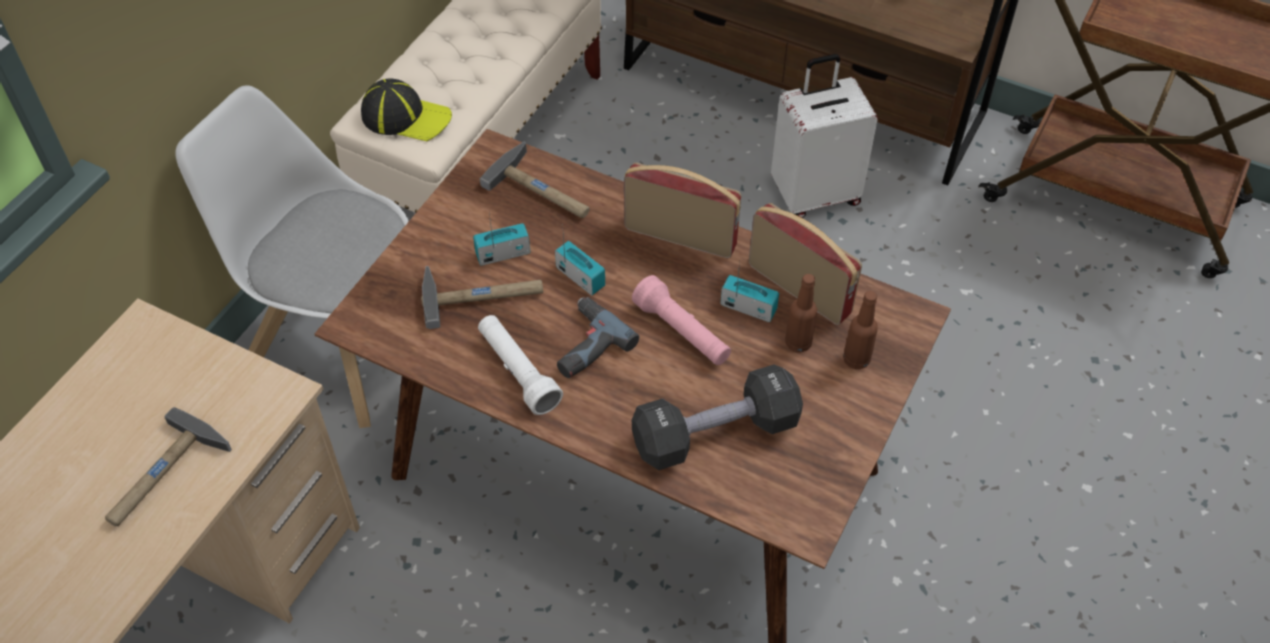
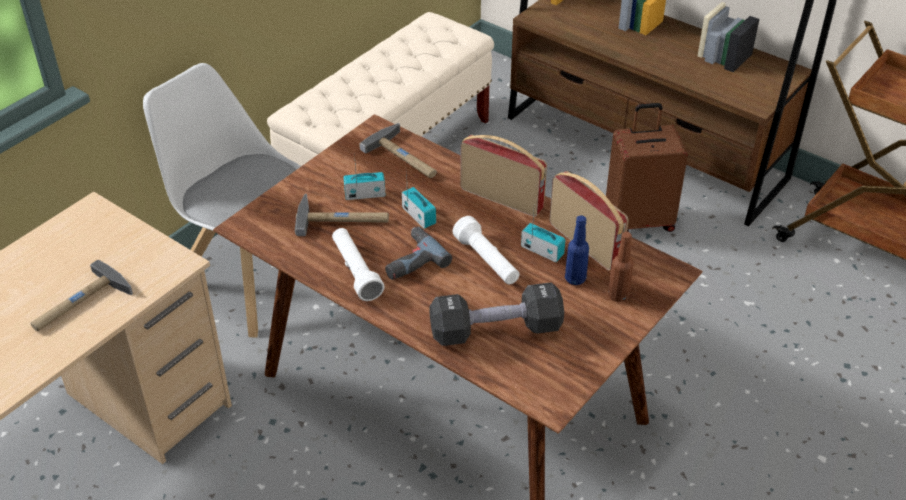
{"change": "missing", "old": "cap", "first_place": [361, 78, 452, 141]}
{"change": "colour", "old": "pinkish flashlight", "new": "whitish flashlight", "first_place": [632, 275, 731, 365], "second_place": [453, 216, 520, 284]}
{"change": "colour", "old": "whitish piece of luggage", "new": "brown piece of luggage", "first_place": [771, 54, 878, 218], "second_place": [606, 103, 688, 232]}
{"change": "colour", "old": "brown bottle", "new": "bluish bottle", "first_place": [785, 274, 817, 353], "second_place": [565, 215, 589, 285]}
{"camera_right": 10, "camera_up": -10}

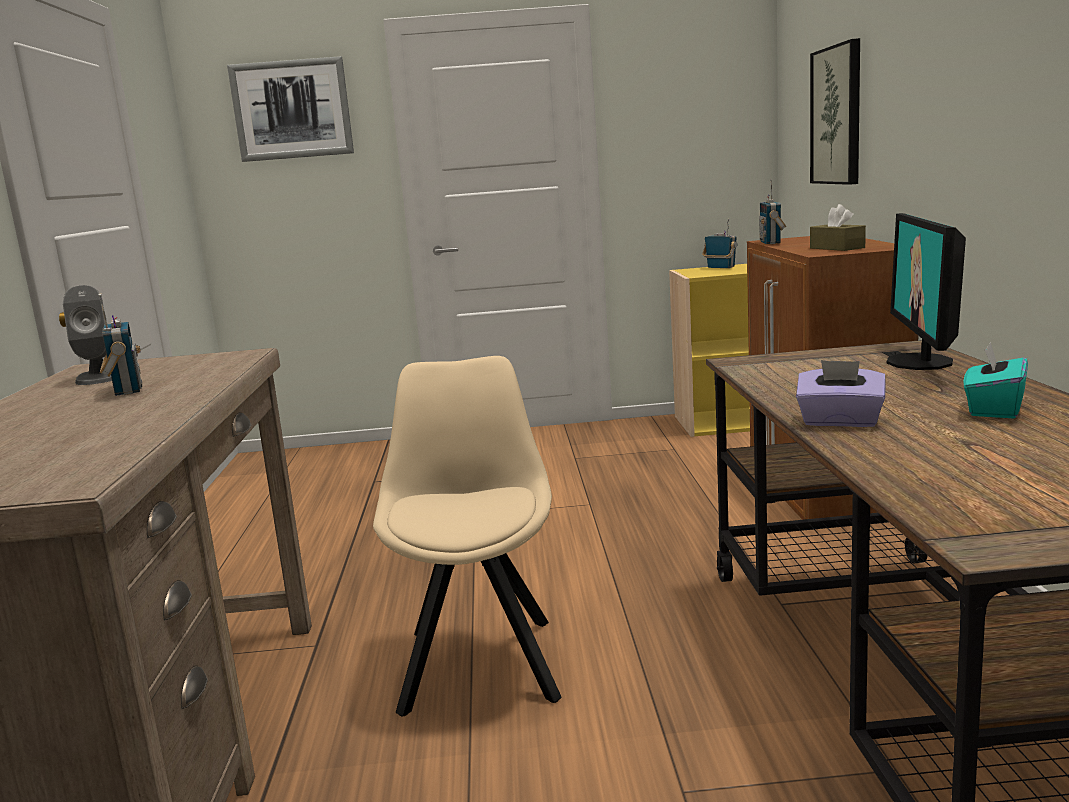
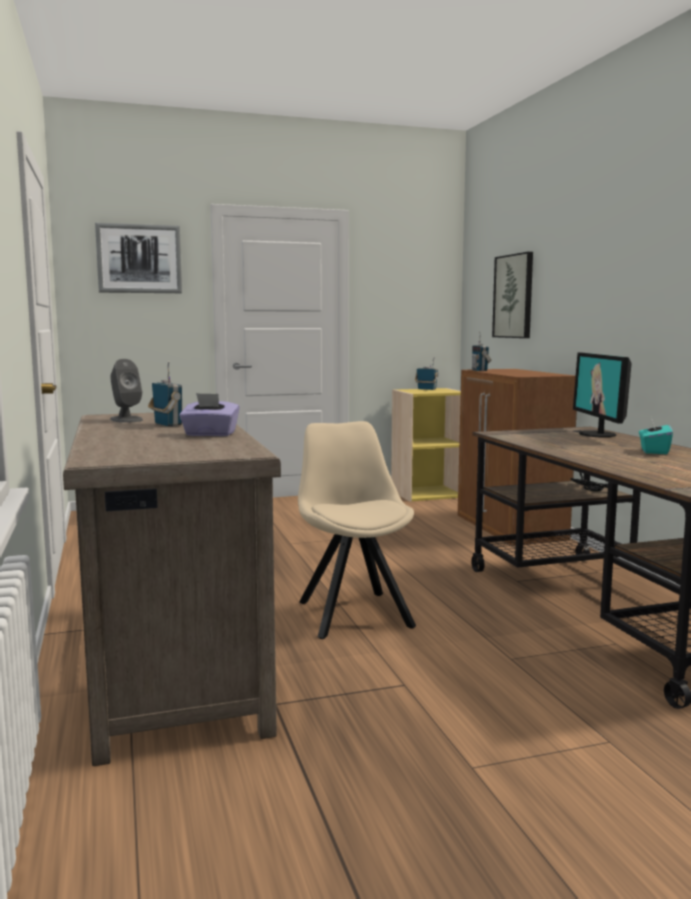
{"change": "relocated", "old": "purplish box of tissues", "first_place": [796, 360, 886, 427], "second_place": [179, 393, 240, 436]}
{"change": "missing", "old": "brown box of tissues", "first_place": [810, 204, 866, 251]}
{"camera_right": -15, "camera_up": -5}

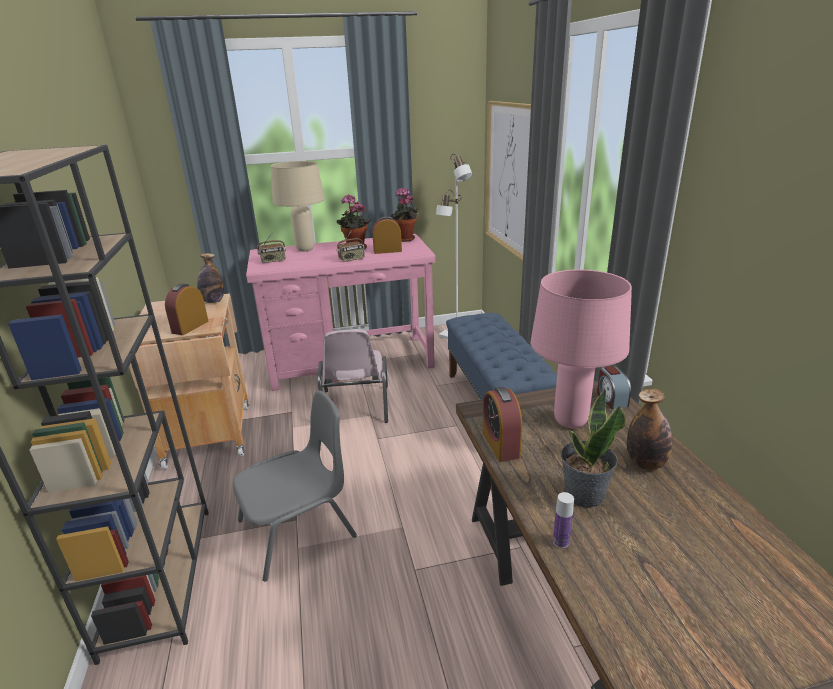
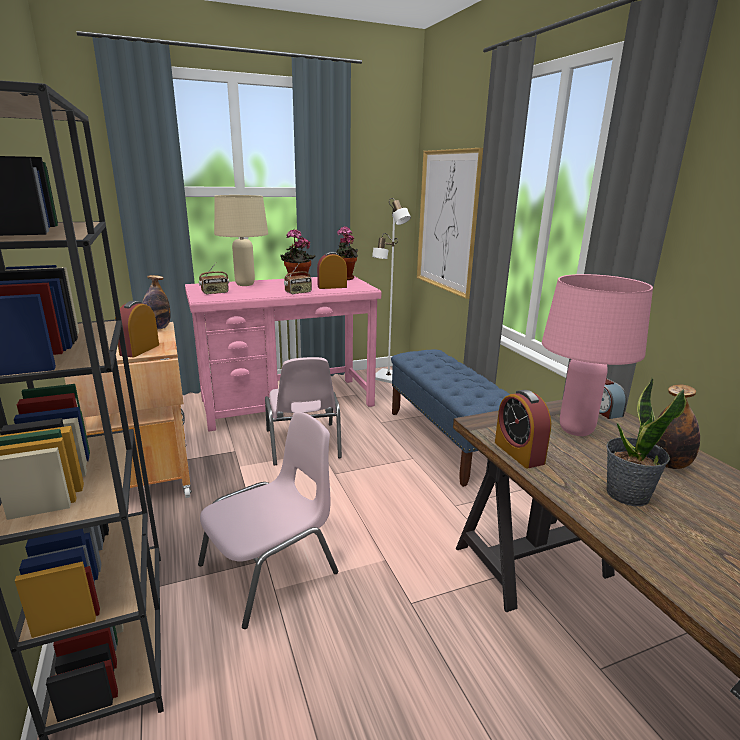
{"change": "colour", "old": "grey upright chair", "new": "pinkish upright chair", "first_place": [233, 391, 357, 582], "second_place": [198, 412, 338, 629]}
{"change": "missing", "old": "bottle", "first_place": [553, 492, 574, 548]}
{"camera_right": -10, "camera_up": -5}

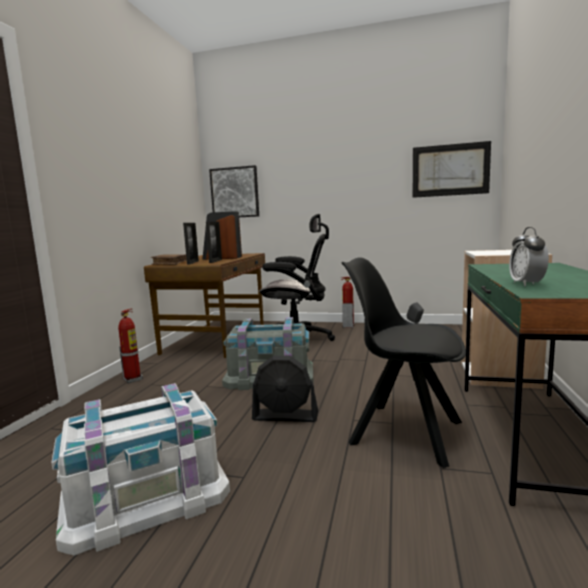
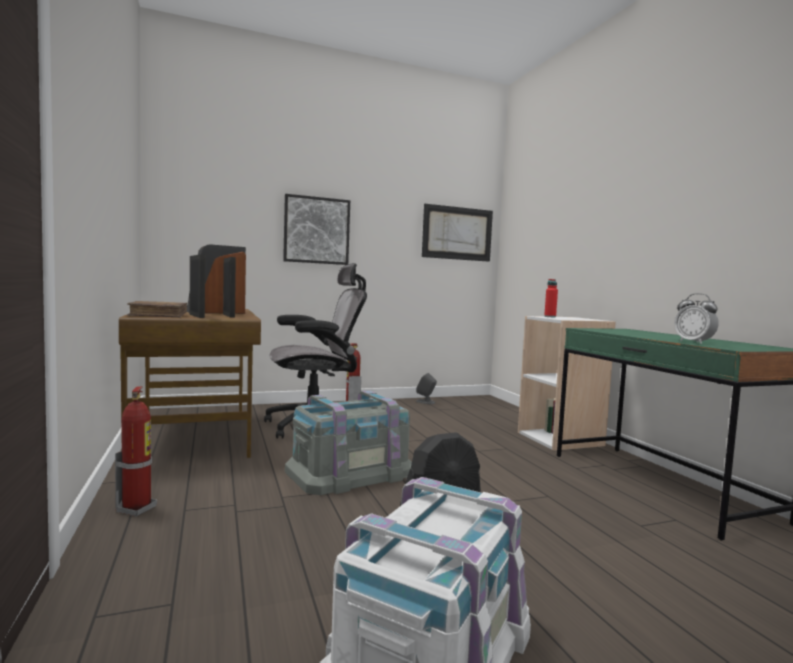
{"change": "relocated", "old": "wall picture", "first_place": [209, 165, 259, 217], "second_place": [283, 194, 350, 265]}
{"change": "missing", "old": "blackish upright chair", "first_place": [342, 257, 466, 468]}
{"change": "appeared", "new": "red bottle", "second_place": [544, 279, 558, 317]}
{"camera_right": -35, "camera_up": -5}

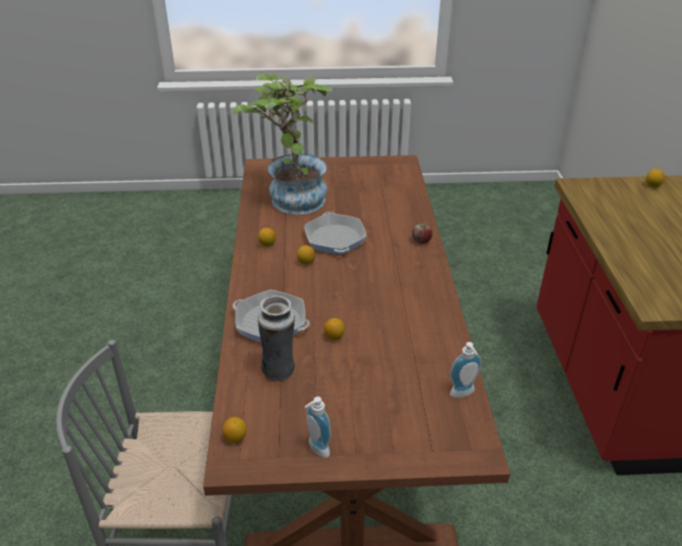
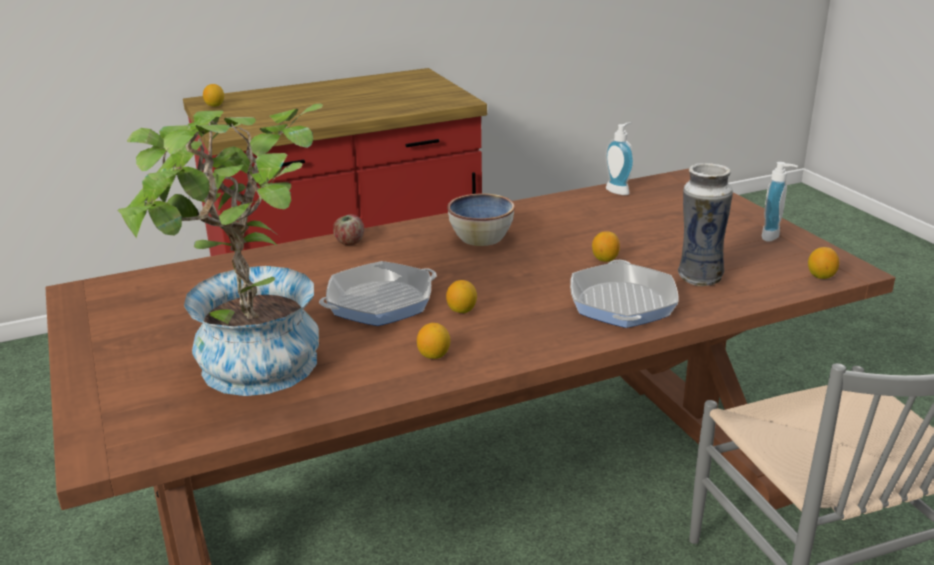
{"change": "appeared", "new": "serving bowl", "second_place": [447, 194, 515, 246]}
{"camera_right": -110, "camera_up": -10}

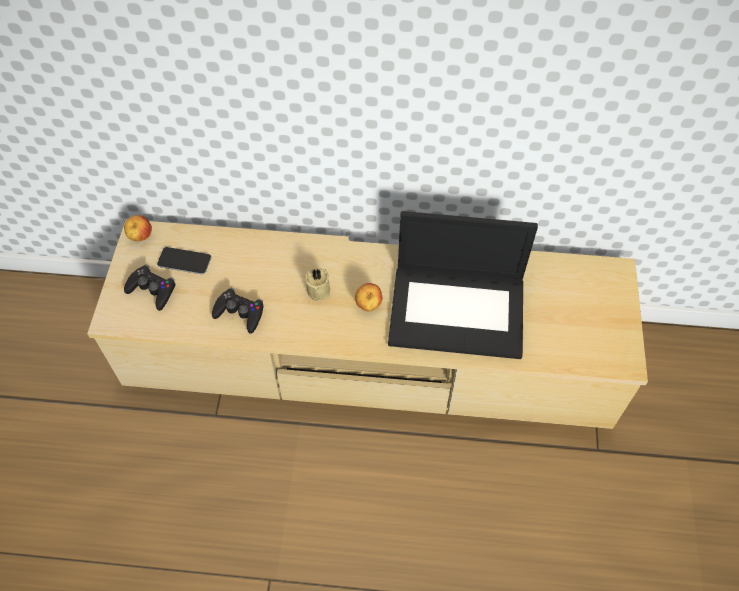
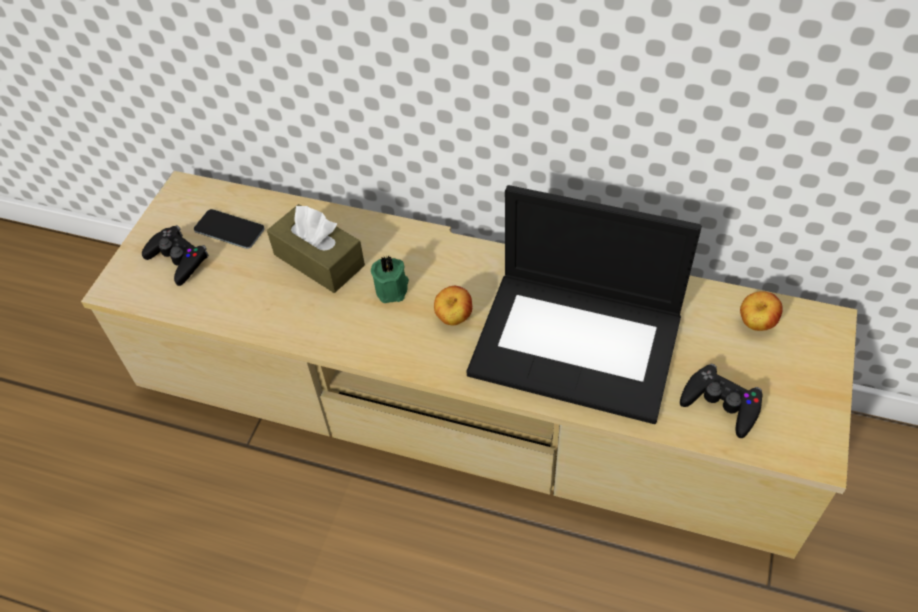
{"change": "relocated", "old": "apple fruit", "first_place": [124, 215, 152, 241], "second_place": [740, 291, 783, 331]}
{"change": "relocated", "old": "blackish game controller", "first_place": [212, 288, 264, 334], "second_place": [680, 364, 762, 438]}
{"change": "colour", "old": "beige candle", "new": "greenish candle", "first_place": [304, 268, 330, 301], "second_place": [371, 256, 409, 303]}
{"change": "appeared", "new": "brown box of tissues", "second_place": [267, 204, 365, 293]}
{"camera_right": 15, "camera_up": -5}

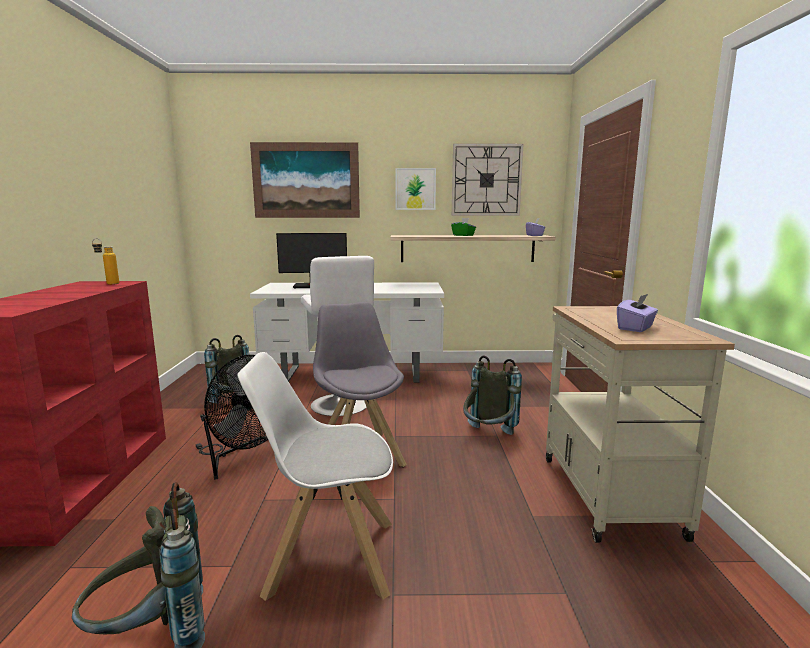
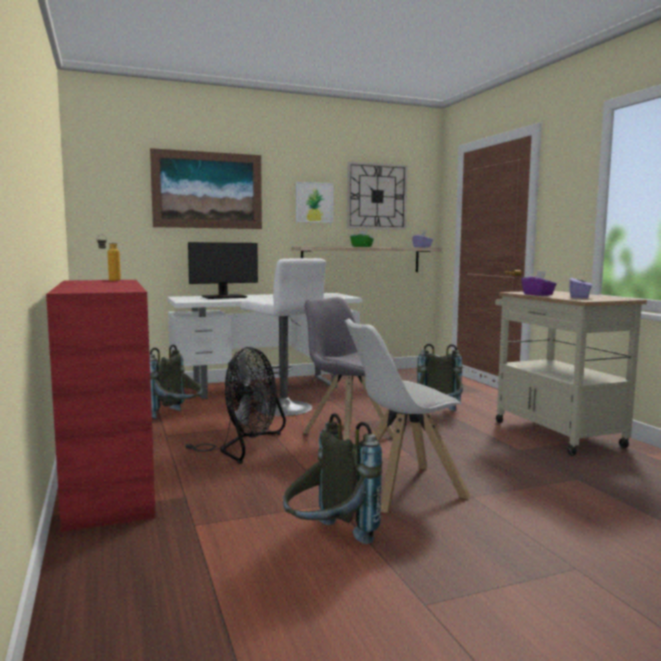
{"change": "appeared", "new": "purplish box of tissues", "second_place": [521, 271, 557, 296]}
{"camera_right": -20, "camera_up": -5}

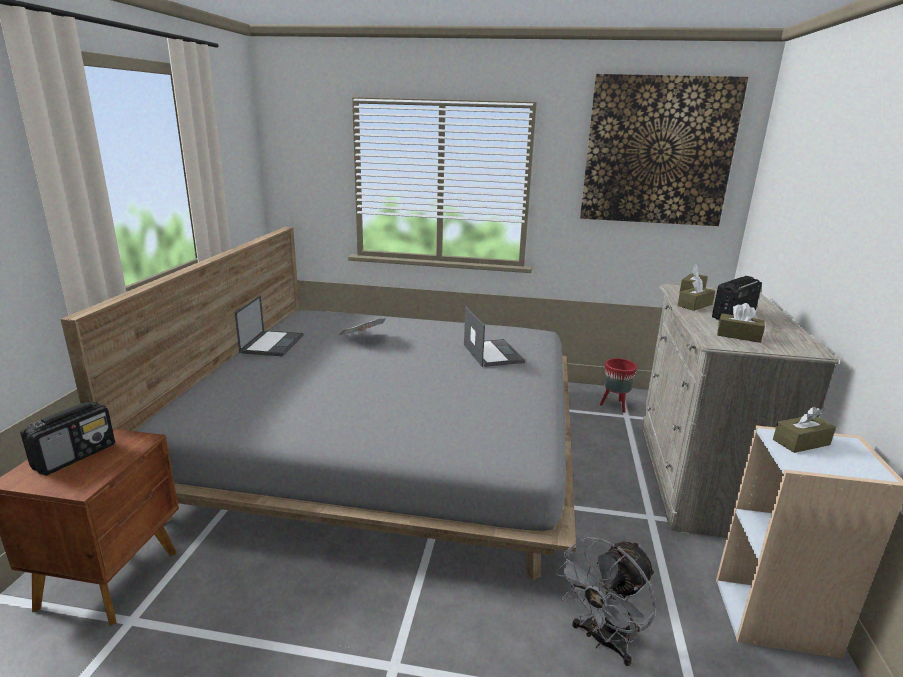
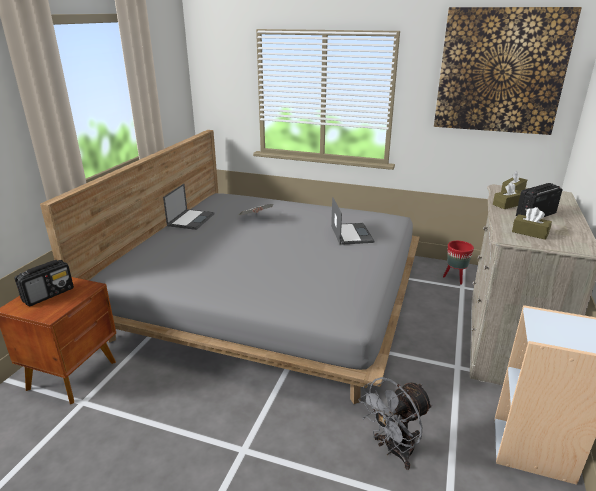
{"change": "missing", "old": "brown box of tissues", "first_place": [773, 407, 836, 453]}
{"camera_right": 10, "camera_up": 5}

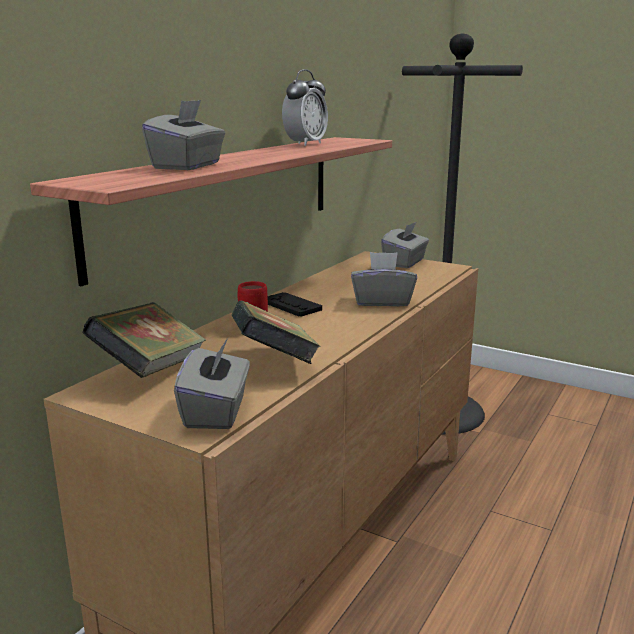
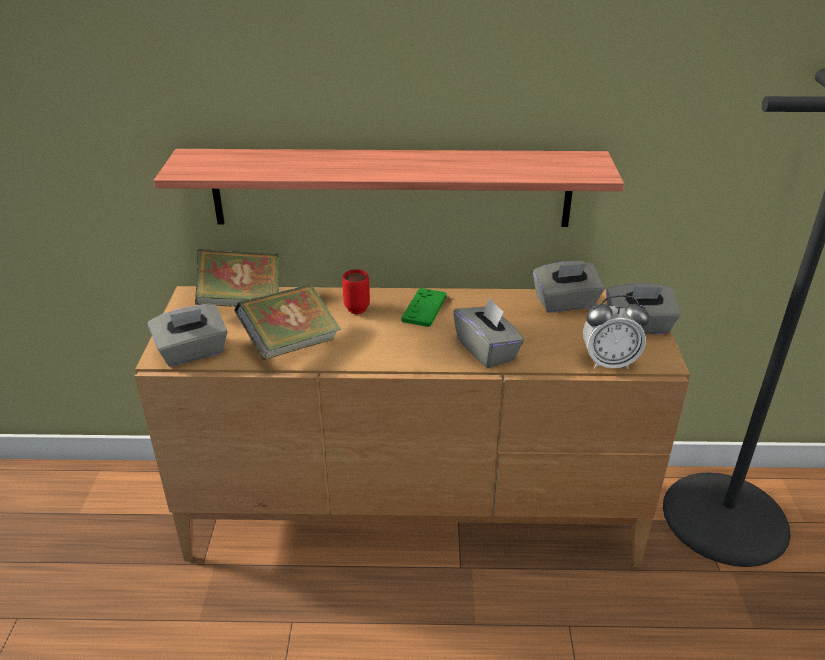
{"change": "relocated", "old": "grey box of tissues", "first_place": [142, 100, 225, 170], "second_place": [533, 261, 605, 313]}
{"change": "colour", "old": "blackish game controller", "new": "greenish game controller", "first_place": [268, 292, 322, 317], "second_place": [402, 288, 447, 327]}
{"change": "relocated", "old": "bedside clock", "first_place": [282, 69, 328, 146], "second_place": [583, 295, 649, 369]}
{"camera_right": 60, "camera_up": 15}

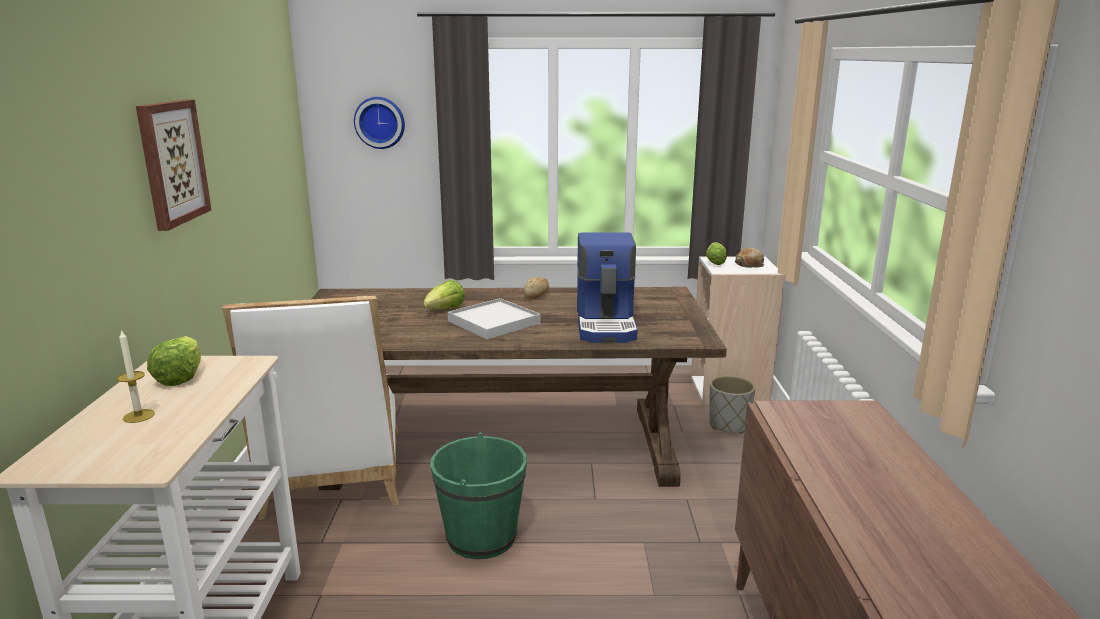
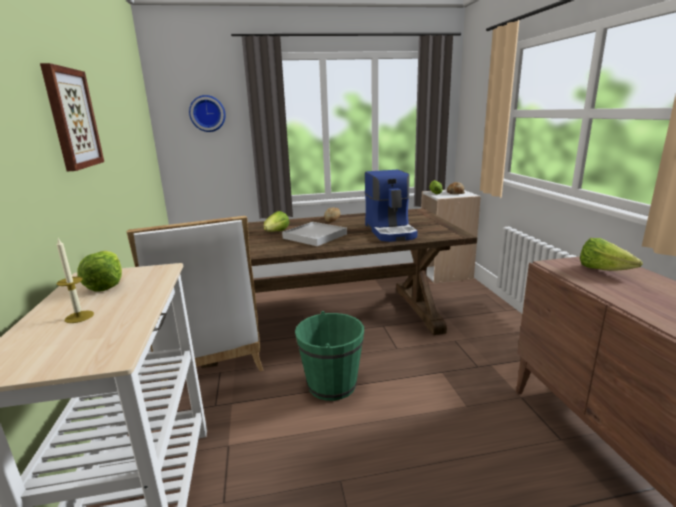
{"change": "missing", "old": "grey planter", "first_place": [709, 376, 756, 434]}
{"change": "appeared", "new": "lettuce", "second_place": [580, 238, 643, 271]}
{"camera_right": -10, "camera_up": 0}

